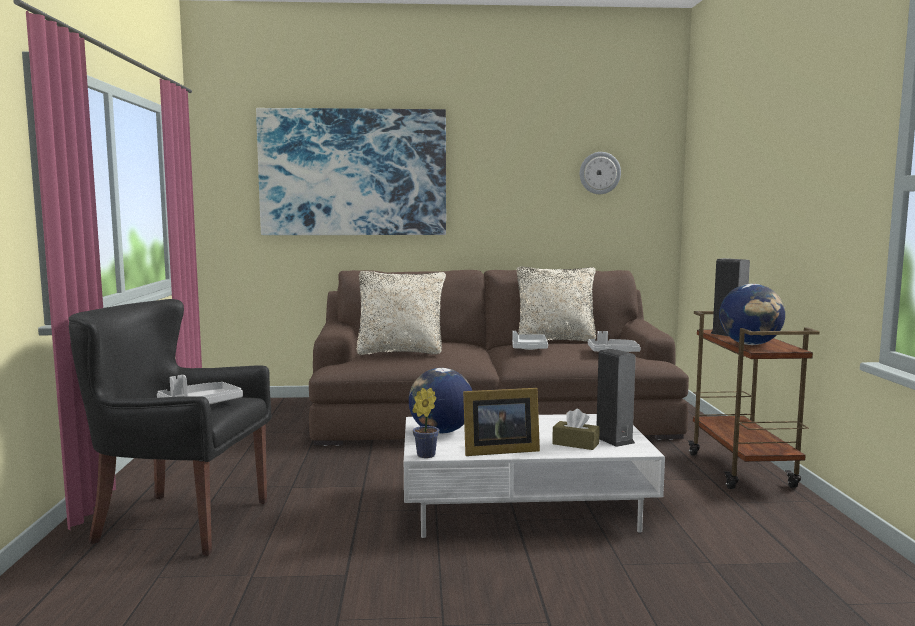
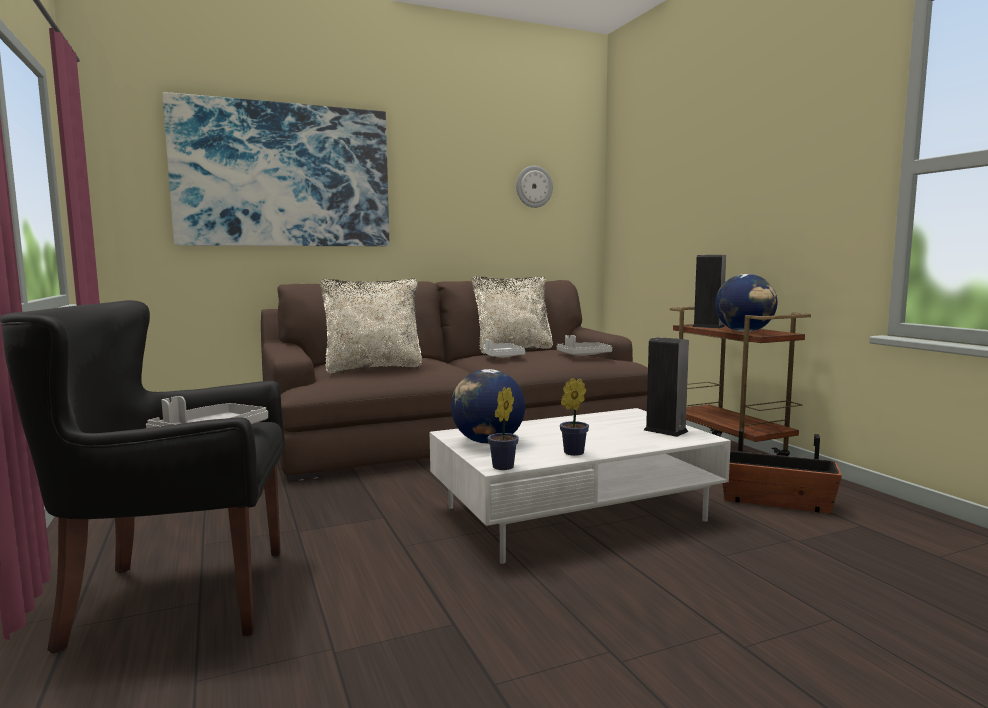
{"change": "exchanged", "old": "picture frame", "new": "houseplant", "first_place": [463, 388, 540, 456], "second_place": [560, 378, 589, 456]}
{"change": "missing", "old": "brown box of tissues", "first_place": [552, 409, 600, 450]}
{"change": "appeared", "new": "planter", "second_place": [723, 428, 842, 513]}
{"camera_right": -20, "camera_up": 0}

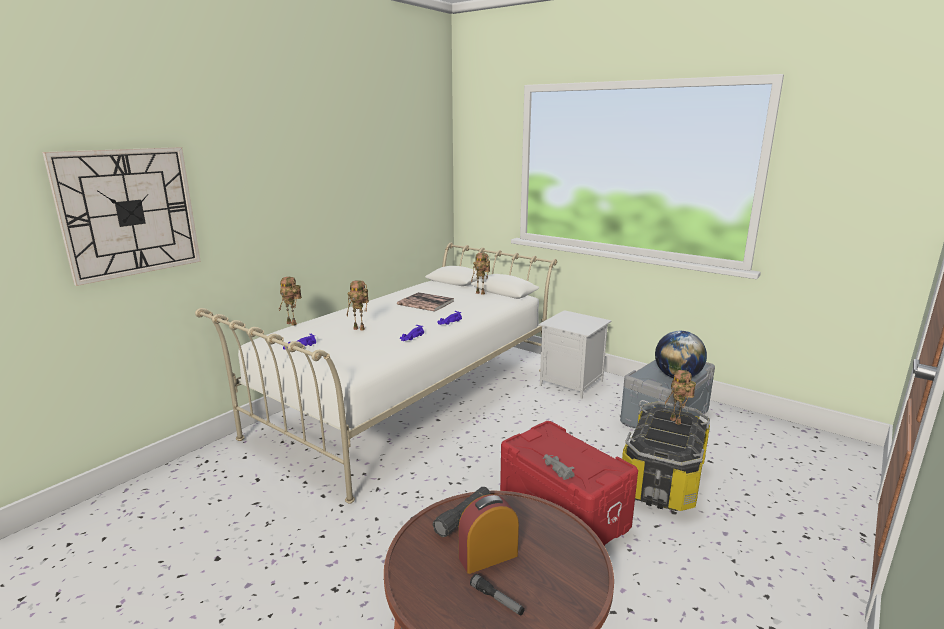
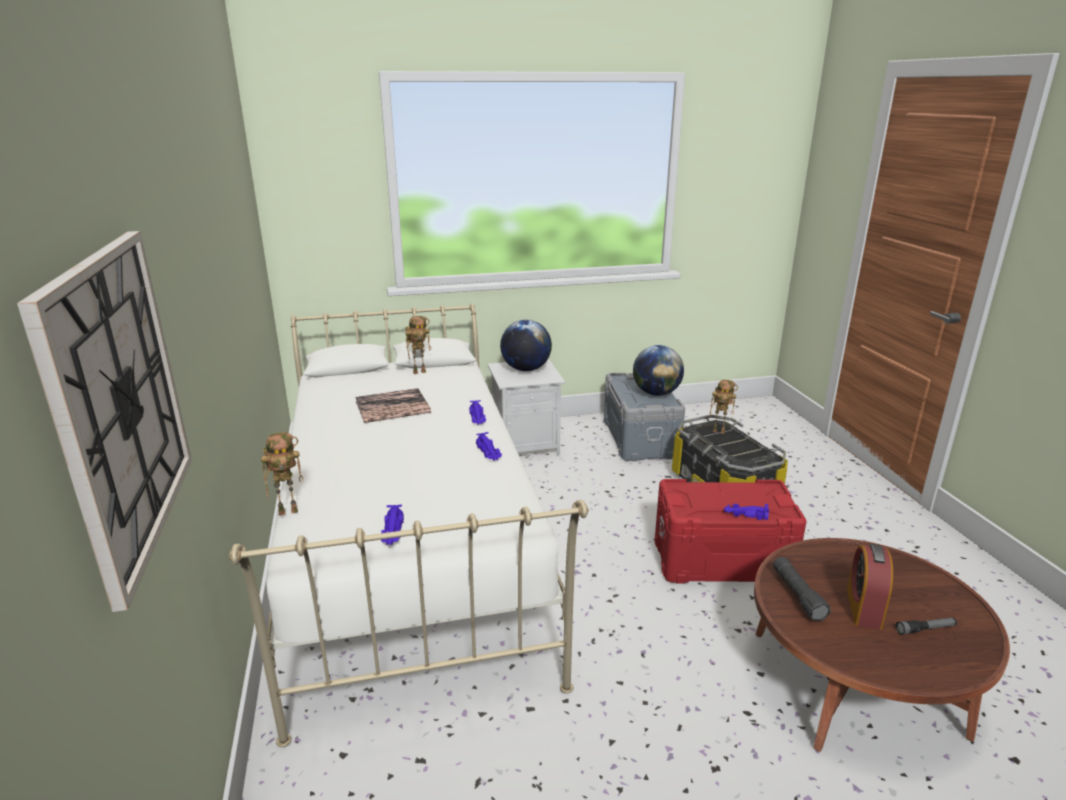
{"change": "missing", "old": "toy robot", "first_place": [347, 280, 369, 330]}
{"change": "colour", "old": "grey model car", "new": "purplish model car", "first_place": [542, 454, 575, 480], "second_place": [724, 504, 769, 520]}
{"change": "appeared", "new": "desk globe", "second_place": [500, 320, 552, 371]}
{"camera_right": -50, "camera_up": 5}

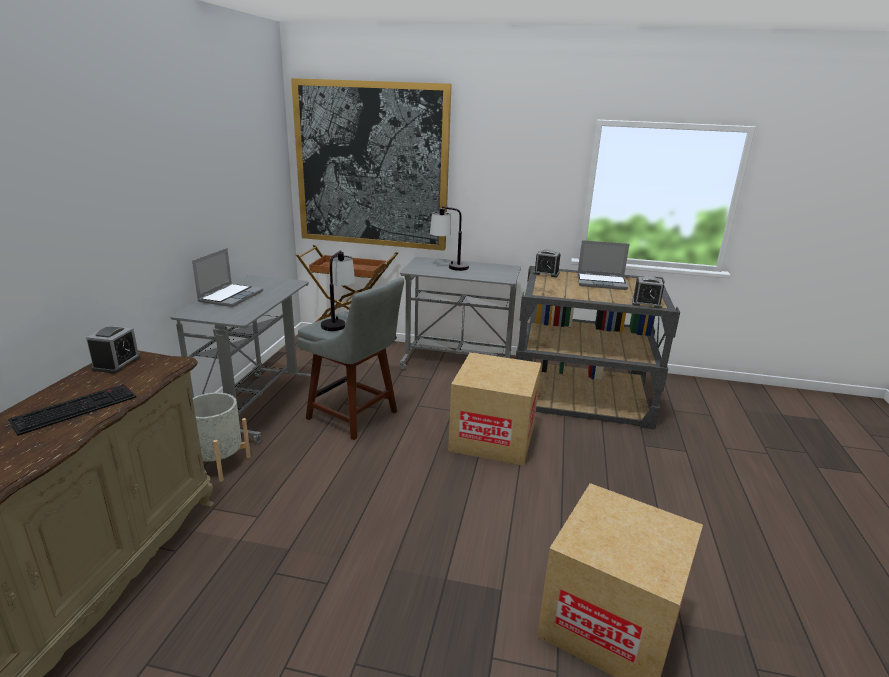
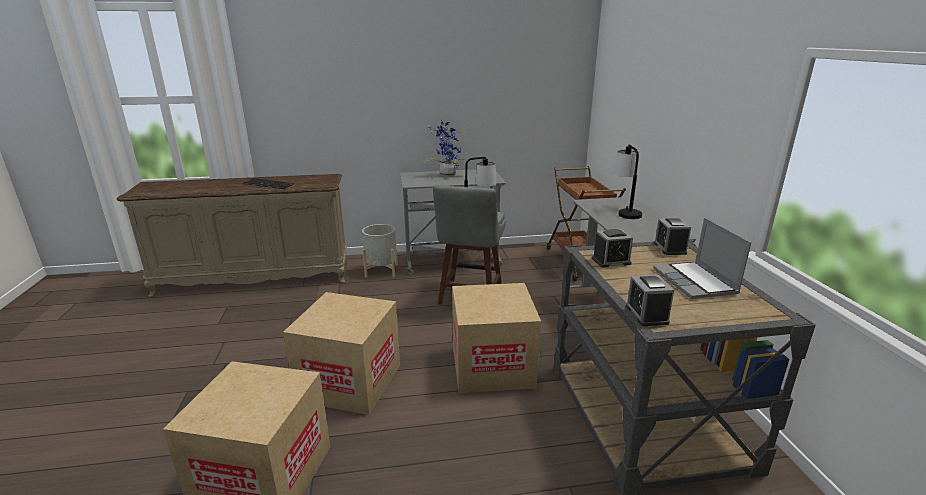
{"change": "relocated", "old": "bedside clock", "first_place": [86, 326, 141, 374], "second_place": [592, 229, 633, 268]}
{"change": "exchanged", "old": "laptop", "new": "houseplant", "first_place": [192, 248, 263, 307], "second_place": [422, 119, 467, 177]}
{"change": "missing", "old": "wall picture", "first_place": [291, 78, 452, 251]}
{"change": "appeared", "new": "packing box", "second_place": [283, 292, 400, 415]}
{"camera_right": 70, "camera_up": 0}

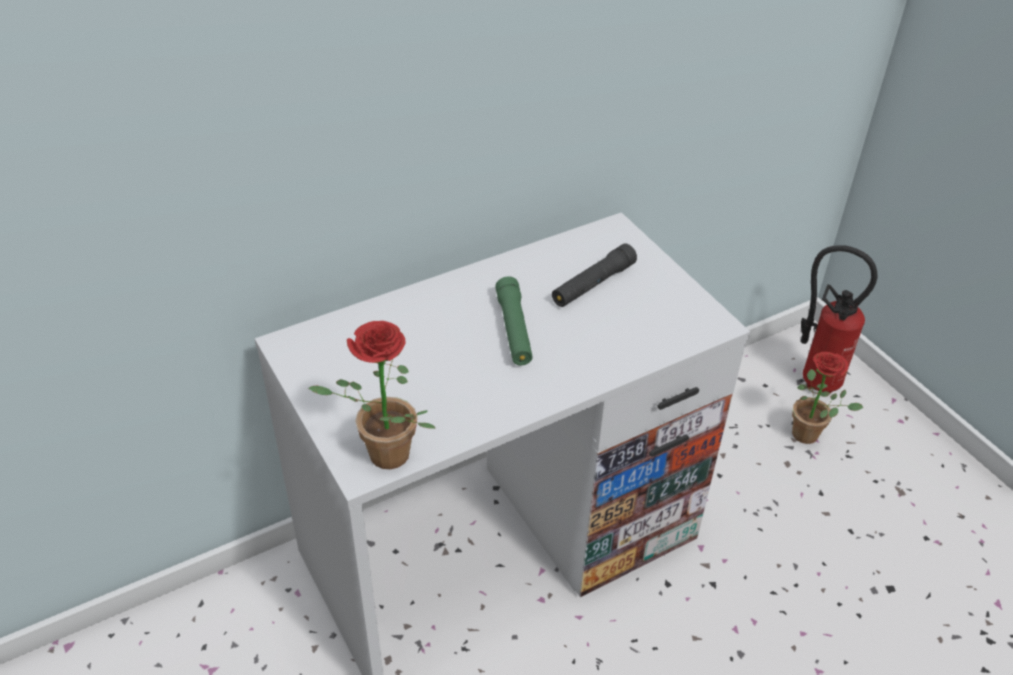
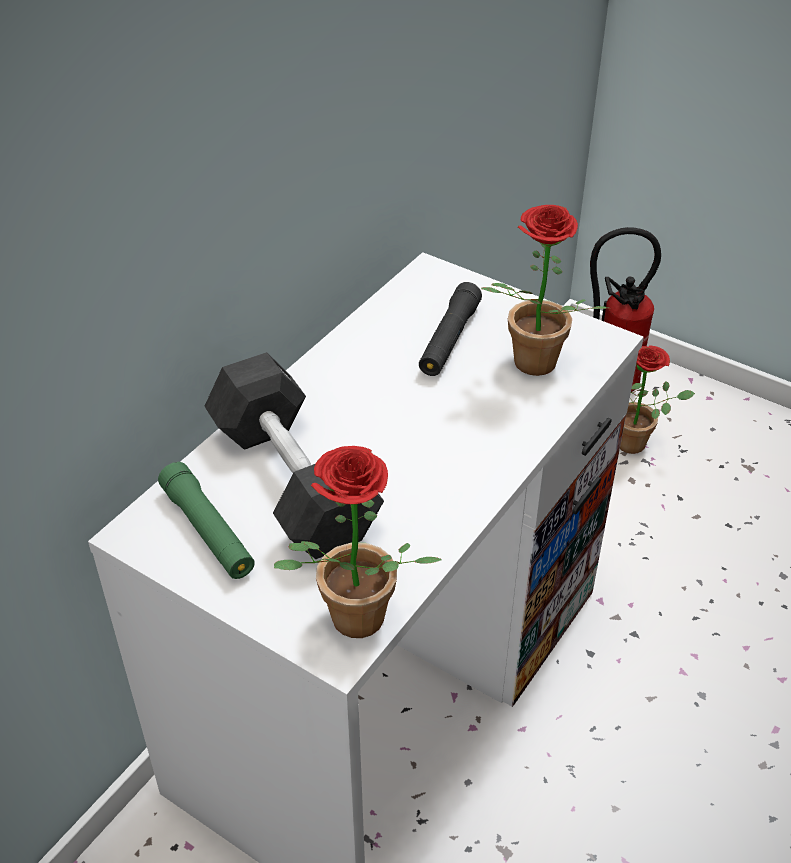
{"change": "relocated", "old": "greenish flashlight", "first_place": [495, 277, 533, 365], "second_place": [158, 462, 255, 579]}
{"change": "appeared", "new": "blackish free weight", "second_place": [204, 352, 384, 559]}
{"change": "appeared", "new": "houseplant", "second_place": [481, 205, 608, 376]}
{"camera_right": -25, "camera_up": 0}

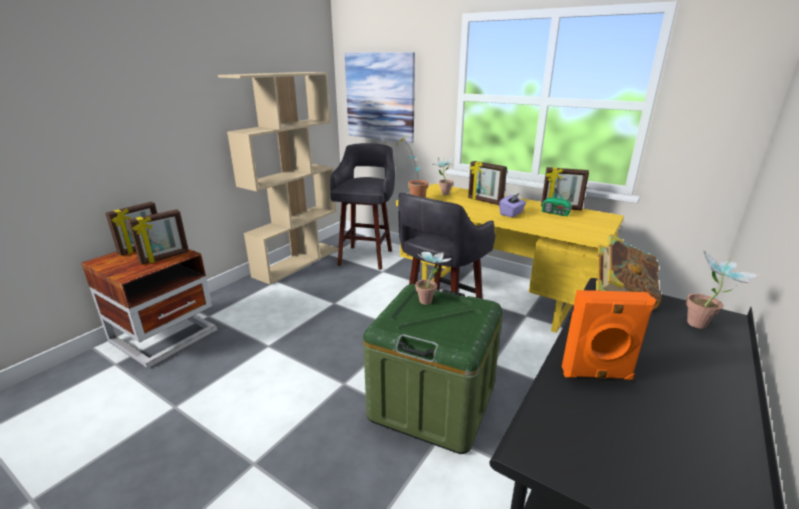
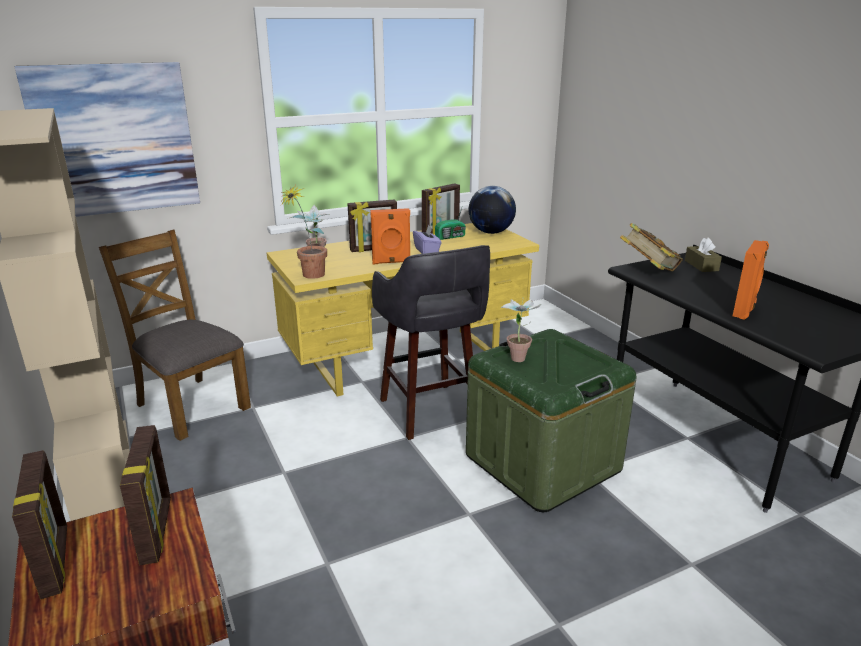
{"change": "exchanged", "old": "grey stool", "new": "brown upright chair", "first_place": [330, 143, 395, 270], "second_place": [99, 230, 251, 441]}
{"change": "exchanged", "old": "houseplant", "new": "brown box of tissues", "first_place": [686, 250, 761, 329], "second_place": [685, 237, 722, 272]}
{"change": "appeared", "new": "orangey loudspeaker", "second_place": [370, 208, 410, 264]}
{"change": "appeared", "new": "desk globe", "second_place": [469, 186, 516, 234]}
{"camera_right": -60, "camera_up": 0}

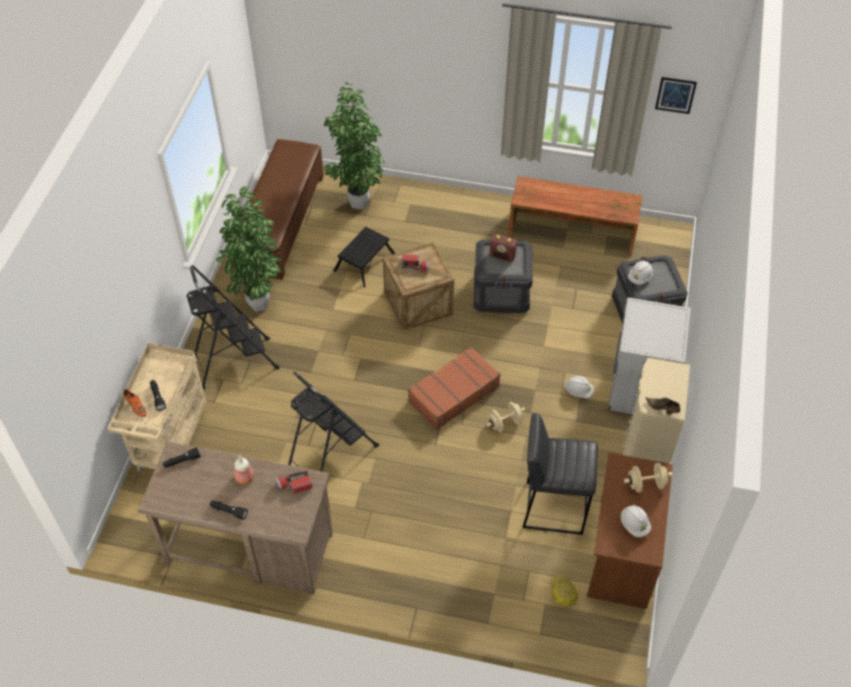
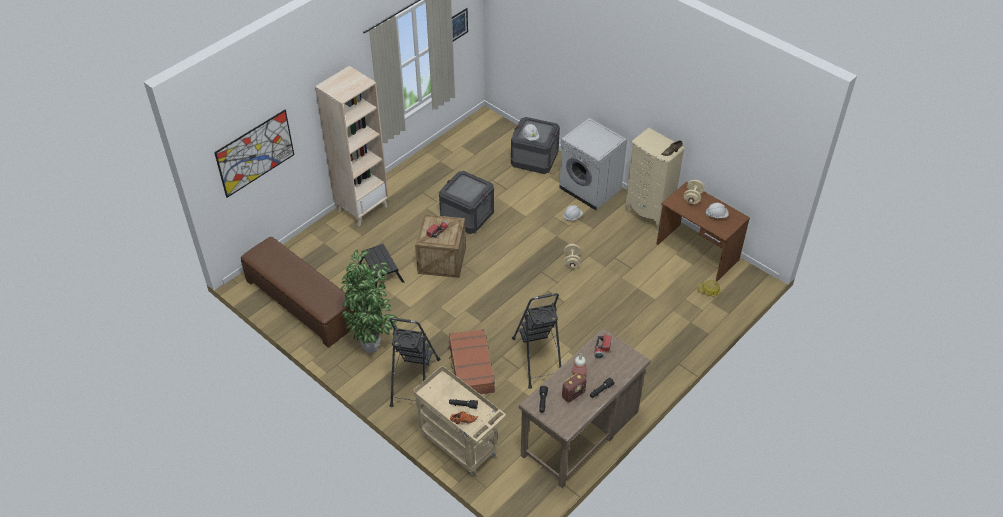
{"change": "missing", "old": "houseplant", "first_place": [323, 83, 385, 210]}
{"change": "relocated", "old": "brown piece of luggage", "first_place": [408, 347, 501, 430], "second_place": [447, 329, 495, 394]}
{"change": "relocated", "old": "radio set", "first_place": [489, 234, 517, 262], "second_place": [562, 373, 587, 402]}
{"change": "missing", "old": "brown indoor bench", "first_place": [508, 176, 642, 256]}
{"change": "missing", "old": "grey stool", "first_place": [523, 413, 598, 535]}
{"change": "appeared", "new": "wall picture", "second_place": [214, 110, 294, 198]}
{"change": "appeared", "new": "beige shelving unit", "second_place": [315, 66, 389, 227]}
{"camera_right": -60, "camera_up": -5}

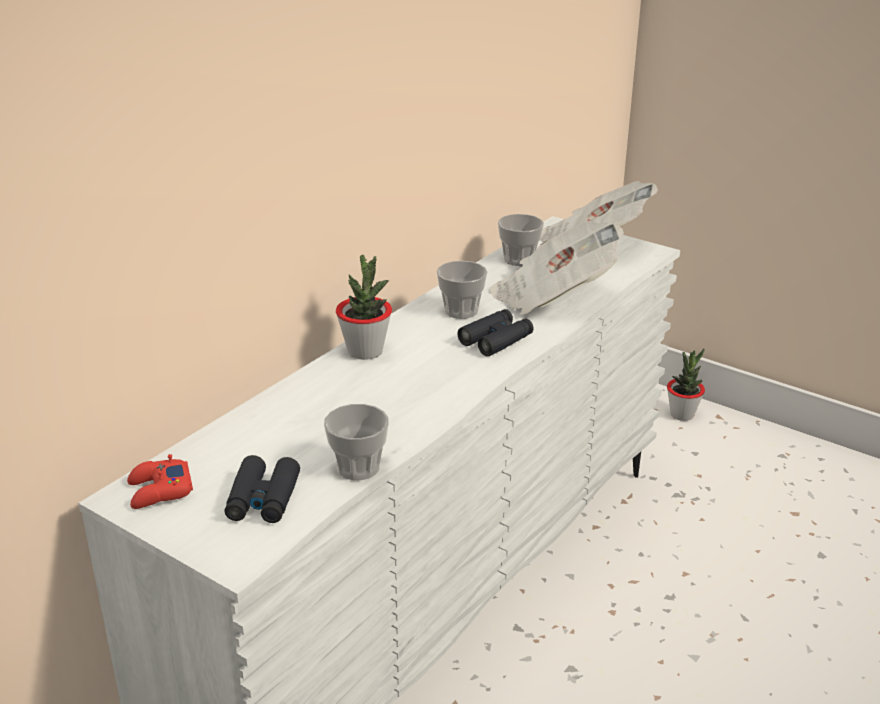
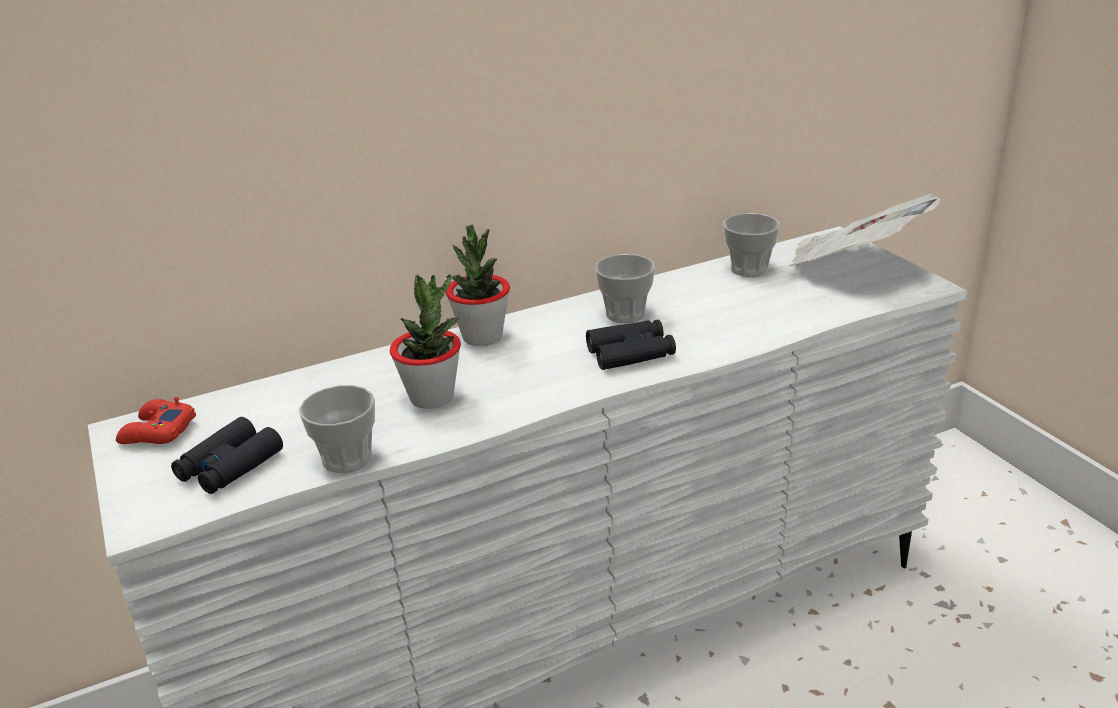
{"change": "missing", "old": "daily paper", "first_place": [489, 221, 625, 314]}
{"change": "relocated", "old": "houseplant", "first_place": [667, 349, 705, 421], "second_place": [390, 274, 461, 409]}
{"camera_right": 30, "camera_up": 0}

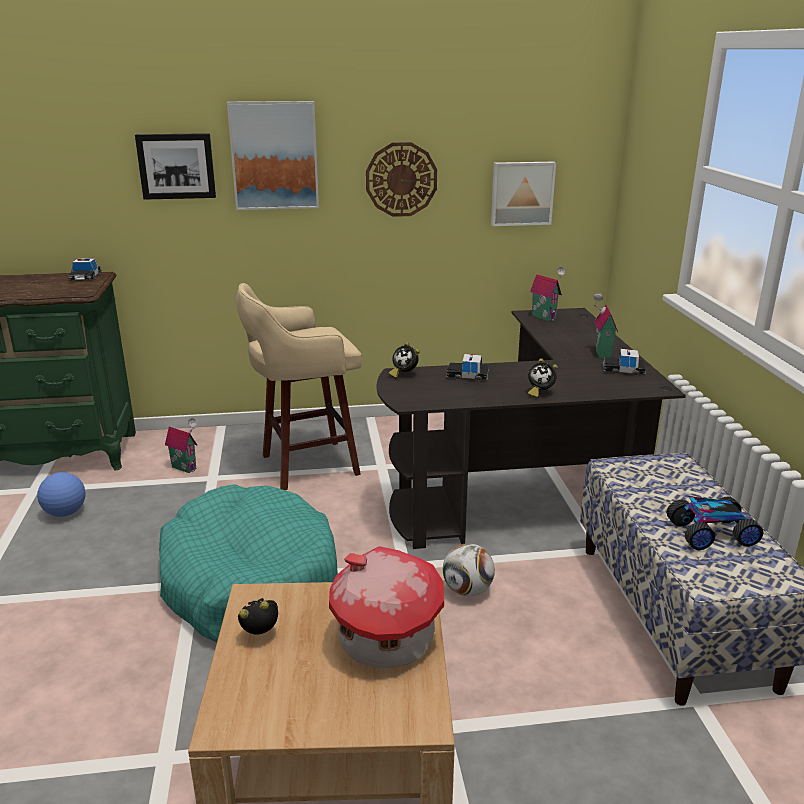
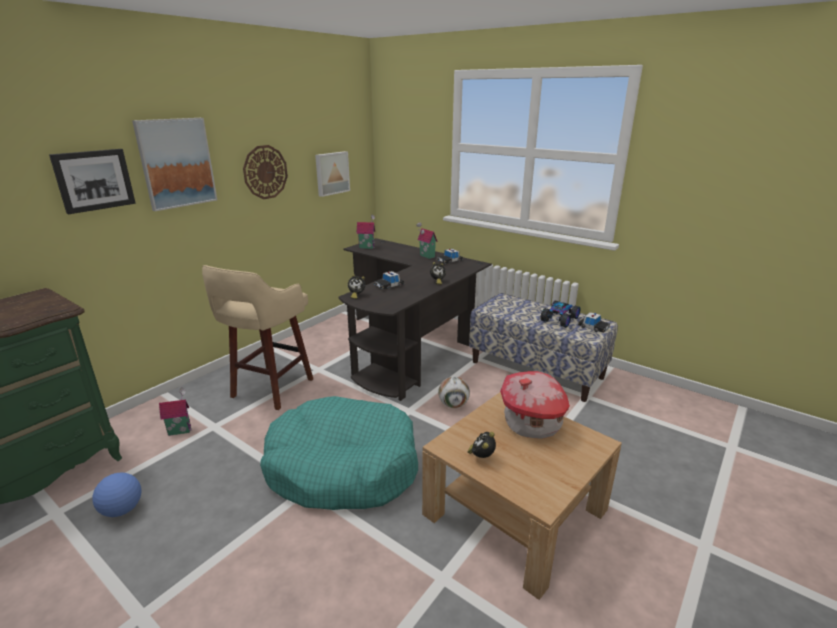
{"change": "relocated", "old": "model car", "first_place": [68, 258, 102, 281], "second_place": [578, 312, 610, 333]}
{"camera_right": -45, "camera_up": 0}

